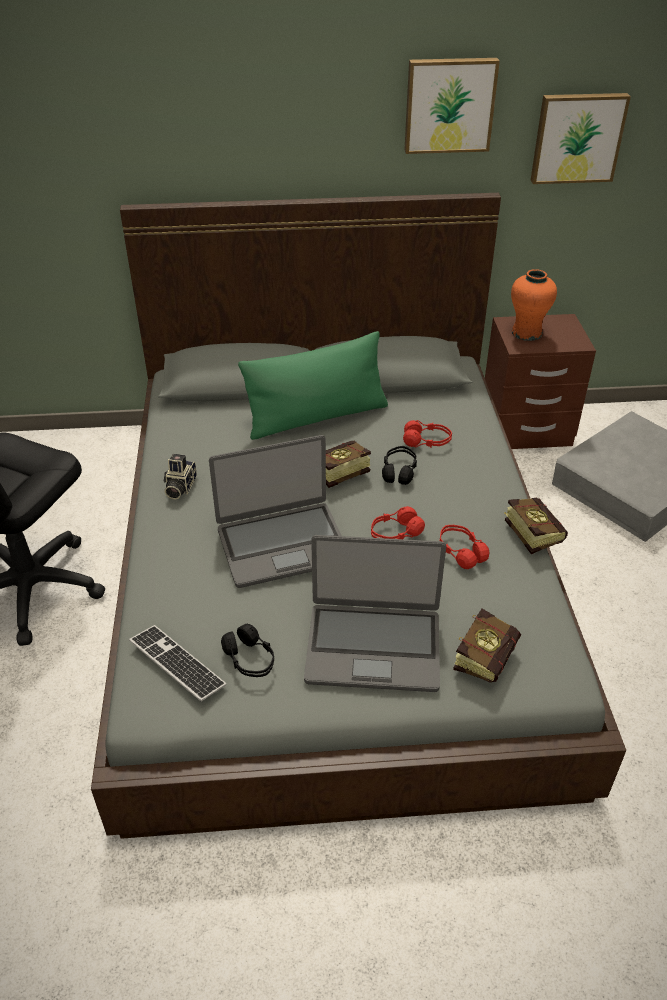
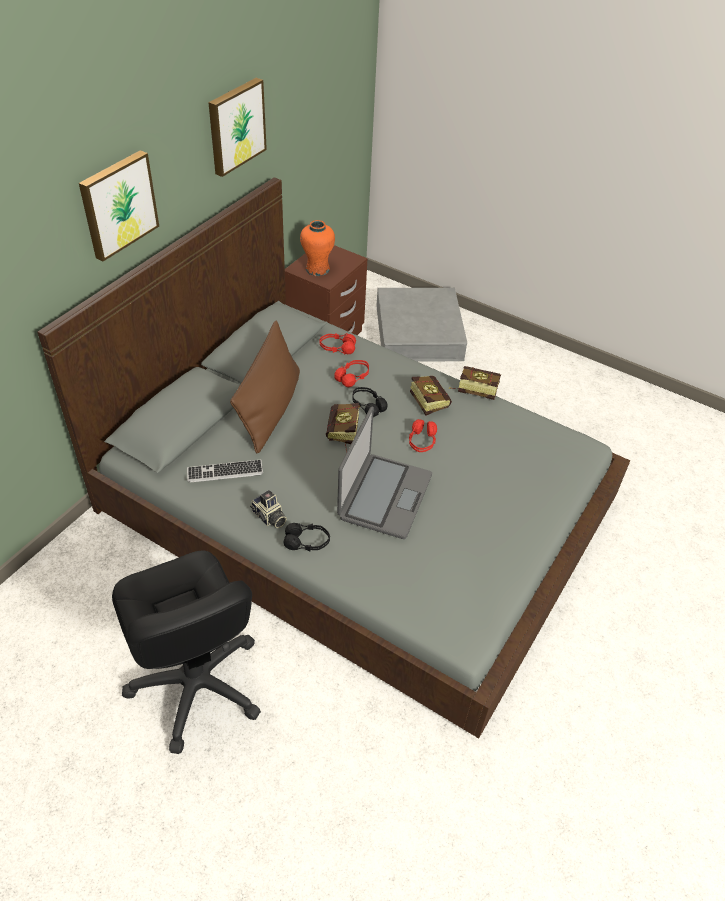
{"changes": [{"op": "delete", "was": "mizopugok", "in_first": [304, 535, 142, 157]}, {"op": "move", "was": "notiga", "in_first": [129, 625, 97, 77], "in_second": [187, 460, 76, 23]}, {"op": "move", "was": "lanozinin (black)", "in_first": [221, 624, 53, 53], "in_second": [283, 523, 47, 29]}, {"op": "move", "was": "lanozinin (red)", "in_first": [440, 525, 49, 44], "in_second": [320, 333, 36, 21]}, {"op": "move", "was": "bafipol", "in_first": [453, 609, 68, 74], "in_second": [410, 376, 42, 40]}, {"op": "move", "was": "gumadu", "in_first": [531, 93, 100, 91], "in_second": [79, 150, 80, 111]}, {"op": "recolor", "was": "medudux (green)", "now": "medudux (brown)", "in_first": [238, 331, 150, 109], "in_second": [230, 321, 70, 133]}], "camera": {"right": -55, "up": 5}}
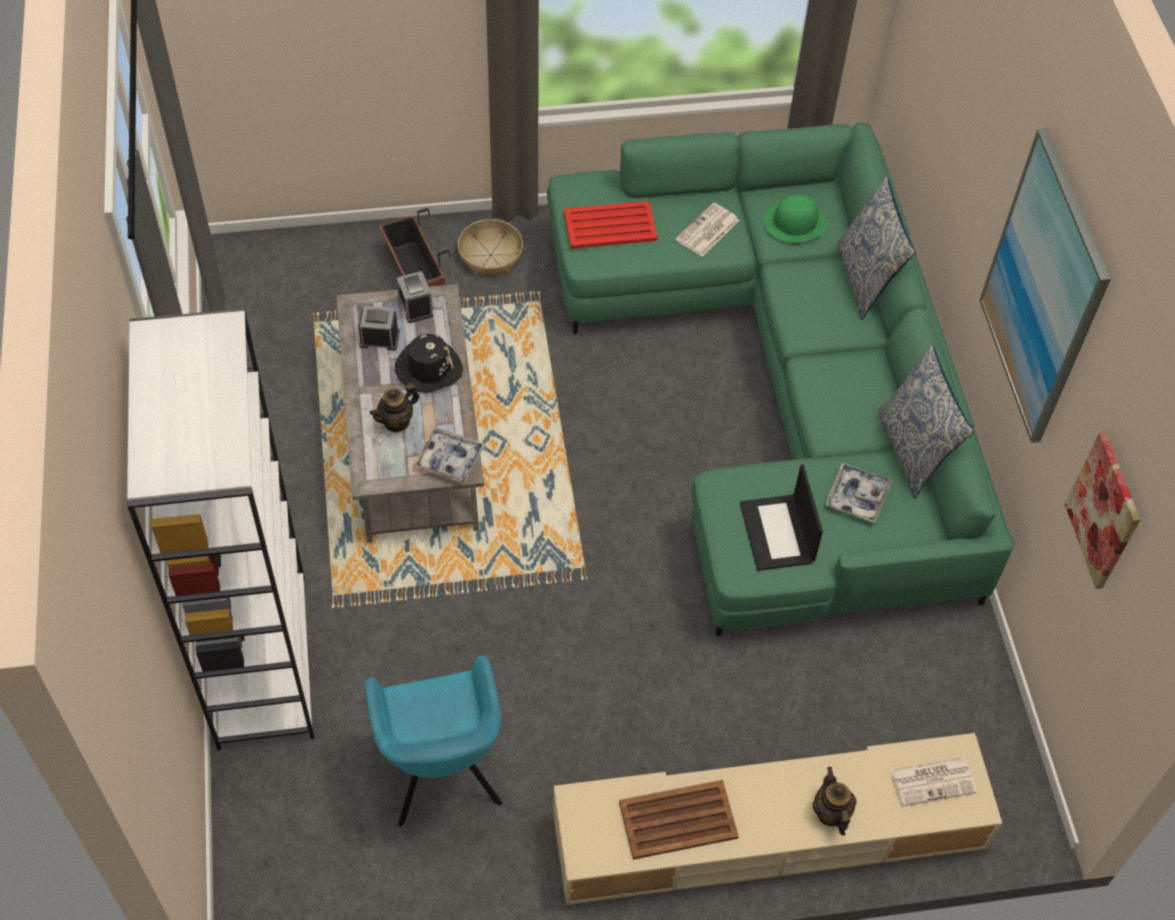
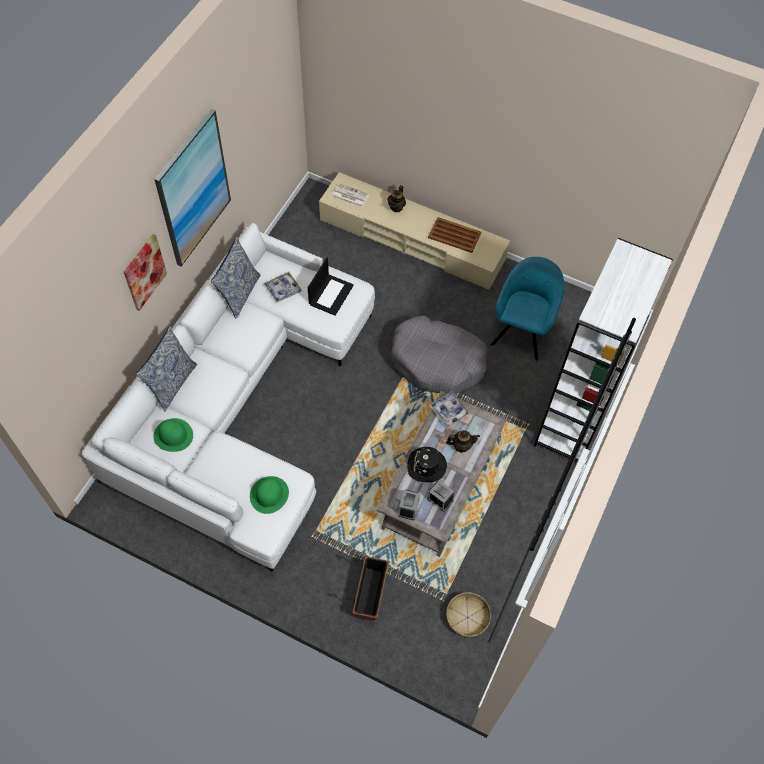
{"changes": [{"op": "delete", "was": "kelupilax", "in_first": [675, 203, 65, 54]}, {"op": "insert", "now": "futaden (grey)", "in_second": [391, 316, 97, 78]}, {"op": "move", "was": "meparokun", "in_first": [458, 219, 65, 57], "in_second": [446, 592, 45, 46]}, {"op": "move", "was": "gumadu", "in_first": [1065, 432, 75, 157], "in_second": [124, 234, 43, 77]}, {"op": "replace", "was": "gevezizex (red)", "now": "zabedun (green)", "in_first": [564, 201, 94, 48], "in_second": [250, 476, 39, 38]}, {"op": "recolor", "was": "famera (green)", "now": "famera (white)", "in_first": [547, 122, 468, 514], "in_second": [82, 223, 293, 349]}], "camera": {"right": -145, "up": 5}}
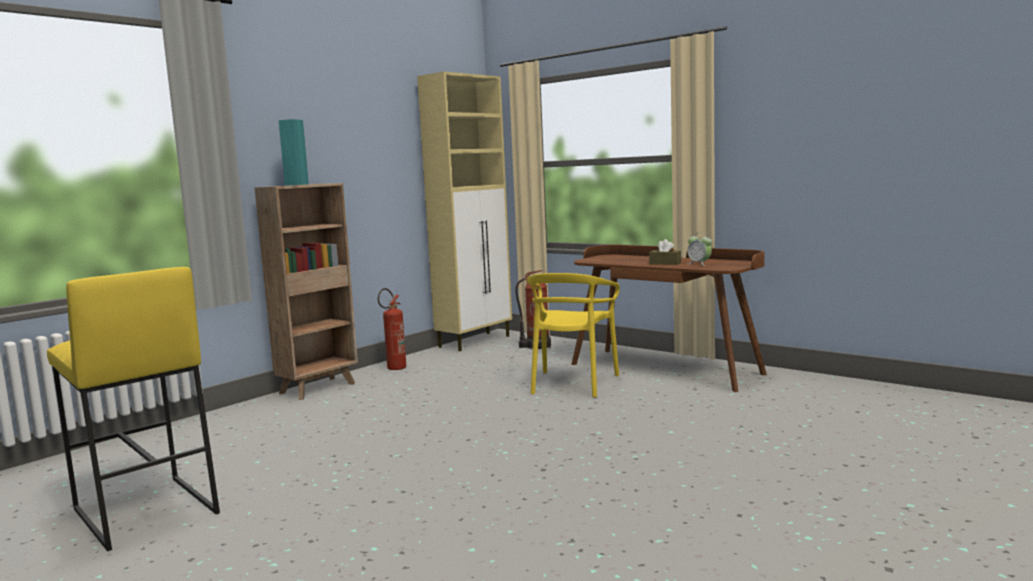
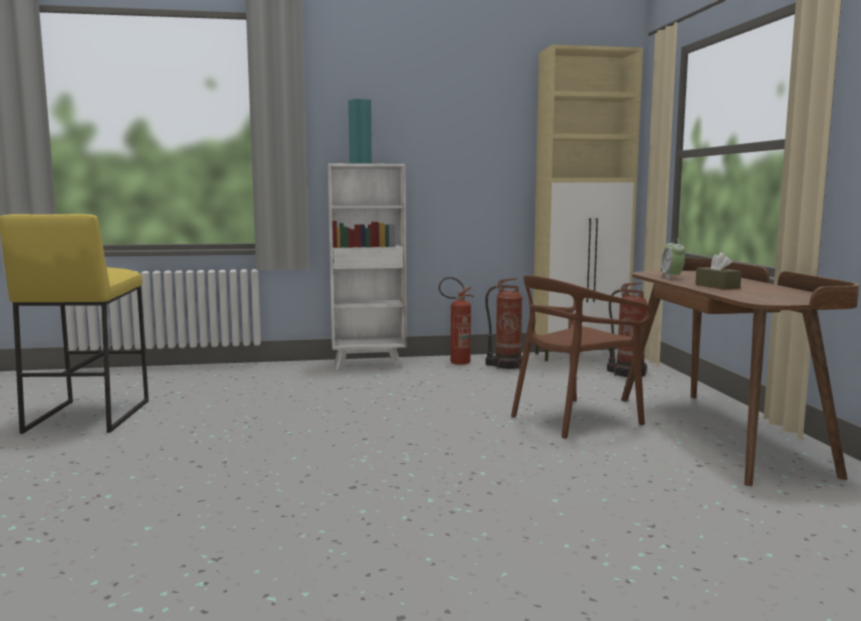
{"changes": [{"op": "insert", "now": "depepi", "in_second": [485, 278, 38, 92]}, {"op": "move", "was": "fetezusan", "in_first": [687, 232, 25, 34], "in_second": [660, 238, 25, 41]}, {"op": "recolor", "was": "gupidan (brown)", "now": "gupidan (white)", "in_first": [254, 183, 104, 217], "in_second": [328, 163, 78, 207]}, {"op": "recolor", "was": "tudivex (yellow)", "now": "tudivex (brown)", "in_first": [527, 273, 93, 125], "in_second": [511, 275, 142, 164]}], "camera": {"right": 40, "up": 0}}
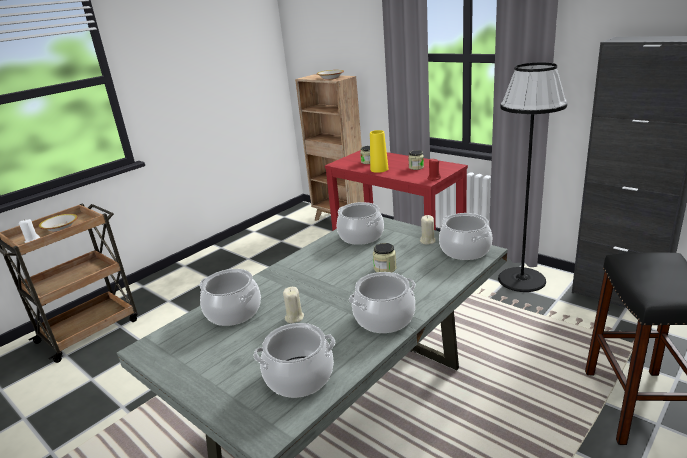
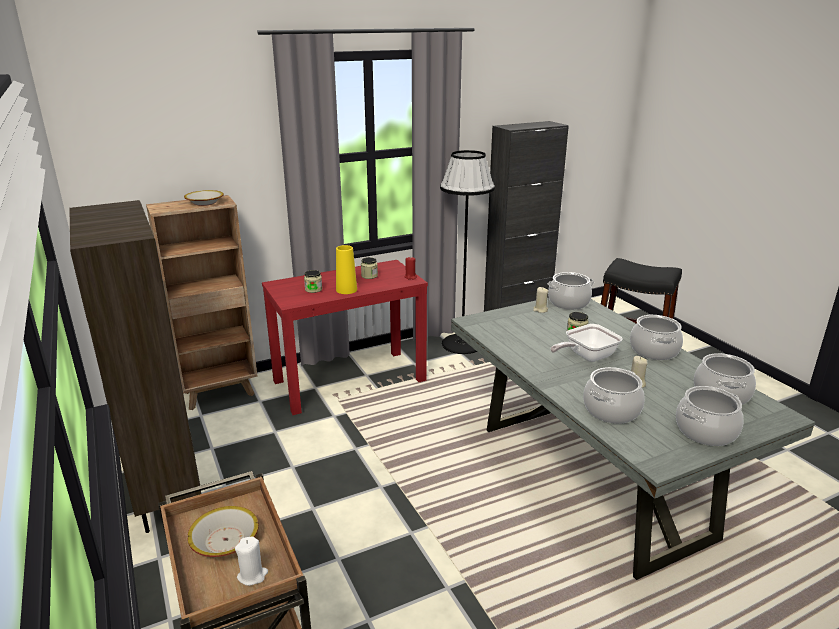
{"changes": [{"op": "insert", "now": "gupidan (brown)", "in_second": [69, 200, 132, 333]}, {"op": "insert", "now": "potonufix", "in_second": [550, 324, 72, 38]}, {"op": "move", "was": "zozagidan", "in_first": [337, 202, 47, 43], "in_second": [676, 386, 67, 60]}], "camera": {"right": -70, "up": 0}}
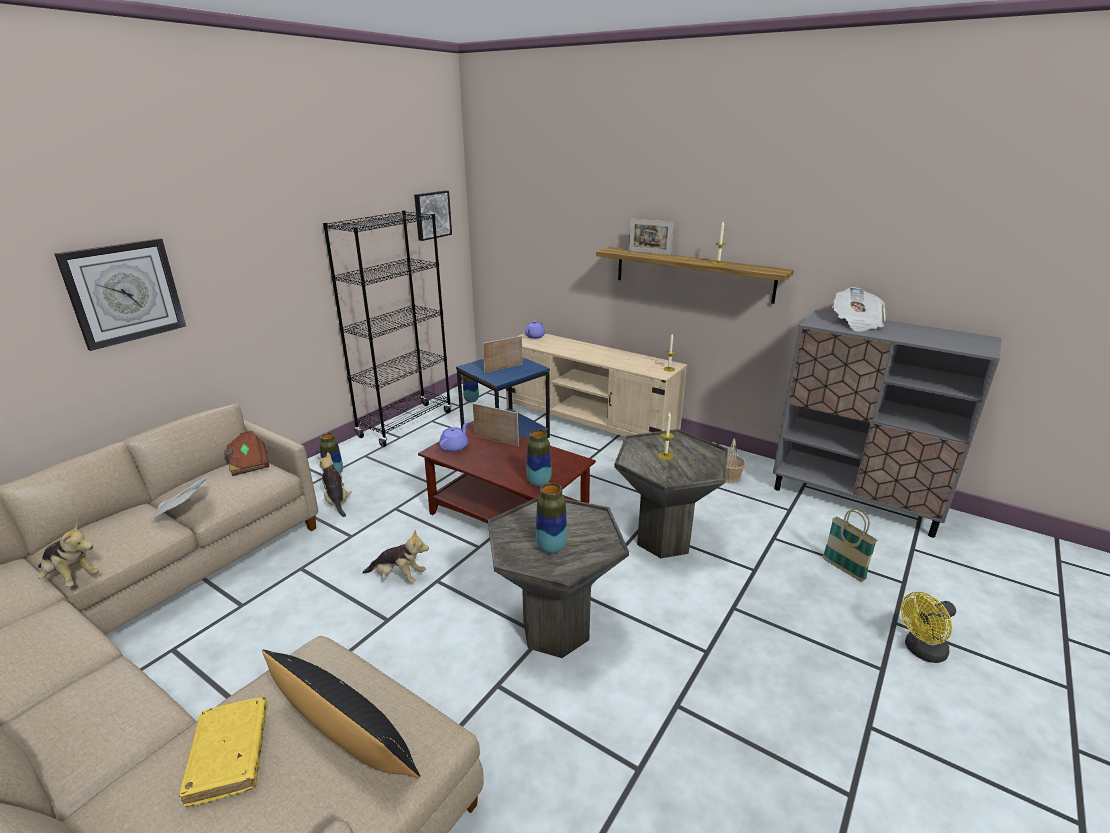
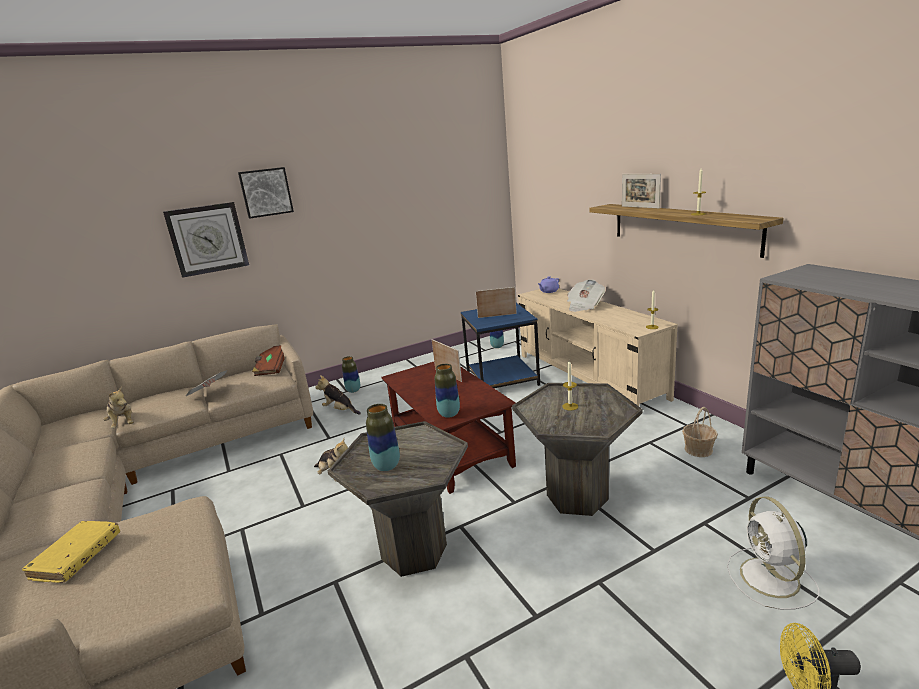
{"changes": [{"op": "delete", "was": "medudux (black)", "in_first": [262, 650, 158, 128]}, {"op": "delete", "was": "gupidan (black)", "in_first": [323, 210, 129, 237]}, {"op": "delete", "was": "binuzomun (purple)", "in_first": [439, 422, 29, 30]}, {"op": "move", "was": "gumadu", "in_first": [414, 191, 38, 50], "in_second": [238, 167, 56, 52]}, {"op": "move", "was": "kelupilax", "in_first": [832, 287, 53, 45], "in_second": [567, 279, 38, 33]}, {"op": "replace", "was": "meparokun", "now": "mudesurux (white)", "in_first": [823, 508, 55, 74], "in_second": [727, 496, 92, 114]}, {"op": "rotate", "was": "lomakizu", "in_first": [318, 452, 34, 65], "in_second": [315, 375, 46, 39], "clockwise": -60}], "camera": {"right": 30, "up": -5}}
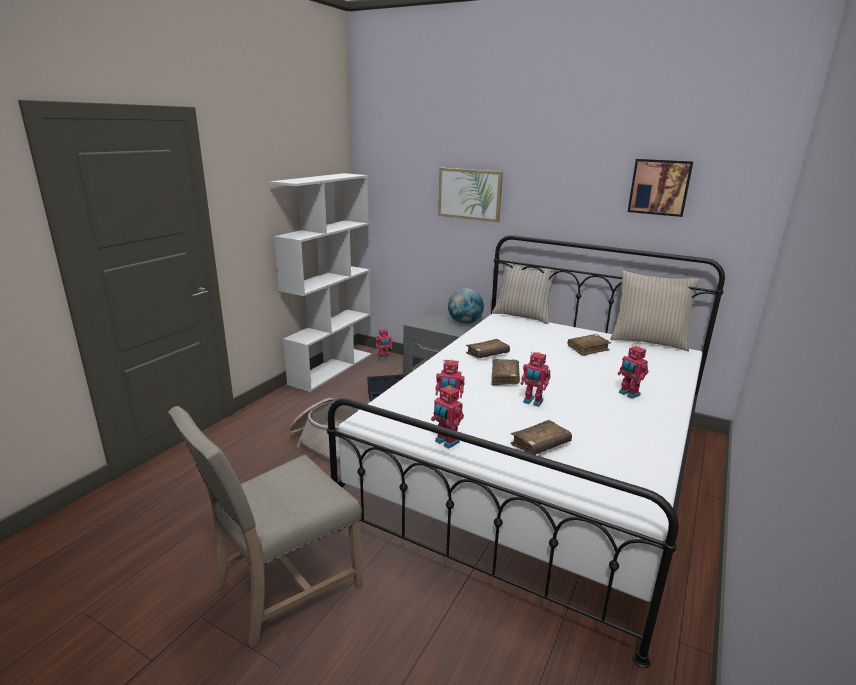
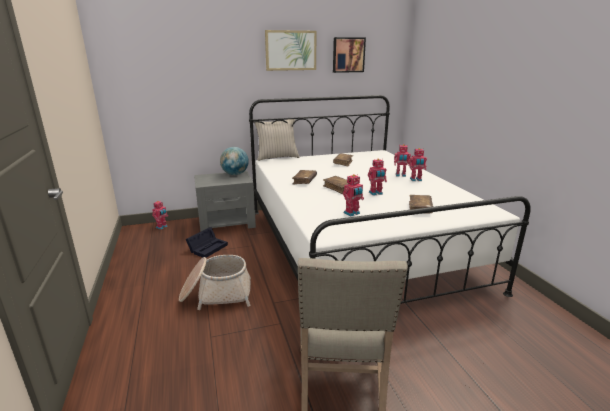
{"changes": [{"op": "delete", "was": "gupidan (white)", "in_first": [269, 173, 102, 219]}, {"op": "delete", "was": "medudux (beige)", "in_first": [610, 270, 91, 81]}, {"op": "move", "was": "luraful", "in_first": [431, 385, 33, 64], "in_second": [409, 148, 18, 33]}, {"op": "move", "was": "gumadu", "in_first": [438, 168, 65, 54], "in_second": [265, 30, 52, 41]}], "camera": {"right": -45, "up": 0}}
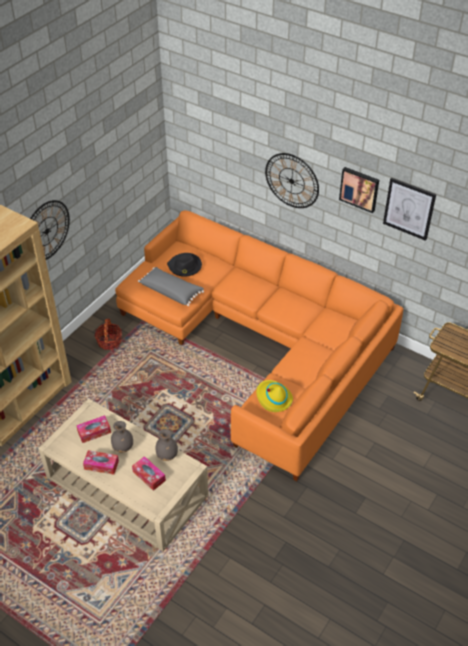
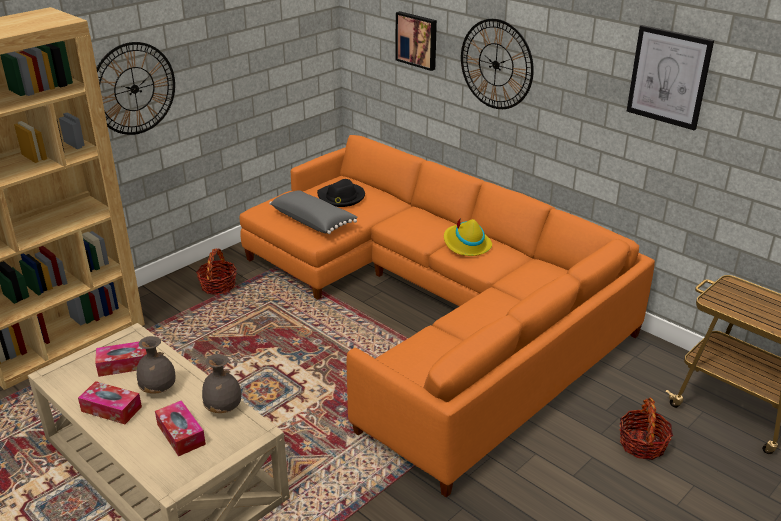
{"changes": [{"op": "insert", "now": "meparokun", "in_second": [620, 398, 53, 62]}, {"op": "move", "was": "zabedun (yellow)", "in_first": [256, 380, 37, 32], "in_second": [444, 219, 48, 37]}, {"op": "move", "was": "gumadu", "in_first": [339, 167, 40, 46], "in_second": [396, 11, 41, 60]}], "camera": {"right": 10, "up": -15}}
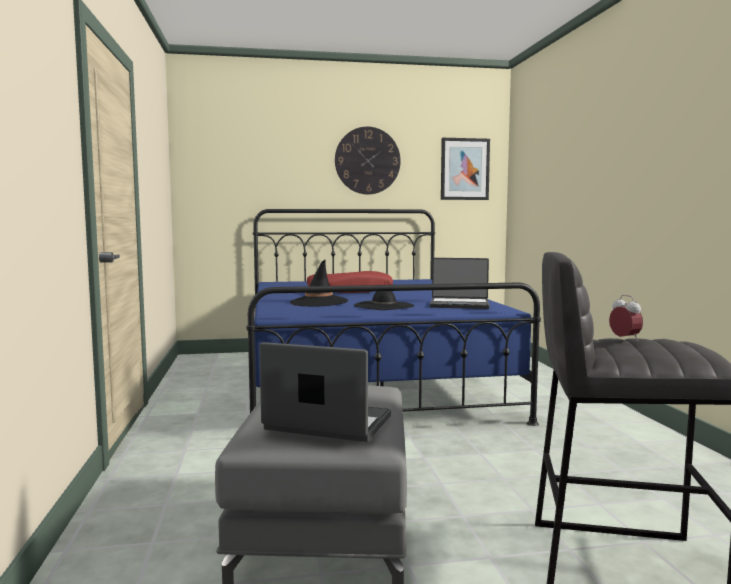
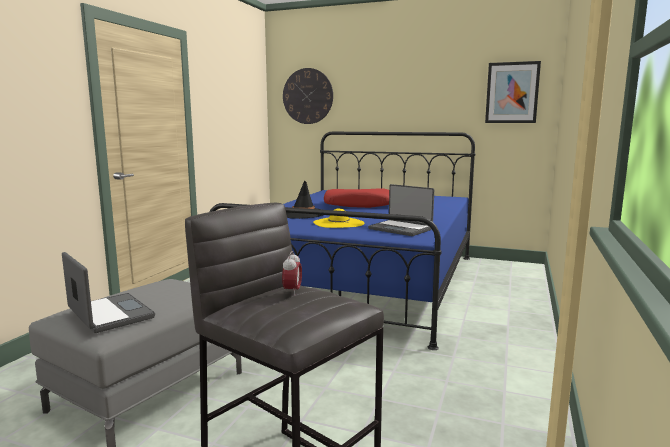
{"changes": [{"op": "move", "was": "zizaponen", "in_first": [335, 127, 66, 67], "in_second": [283, 68, 50, 56]}, {"op": "recolor", "was": "zabedun (black)", "now": "zabedun (yellow)", "in_first": [354, 291, 60, 19], "in_second": [313, 208, 51, 20]}], "camera": {"right": 30, "up": 5}}
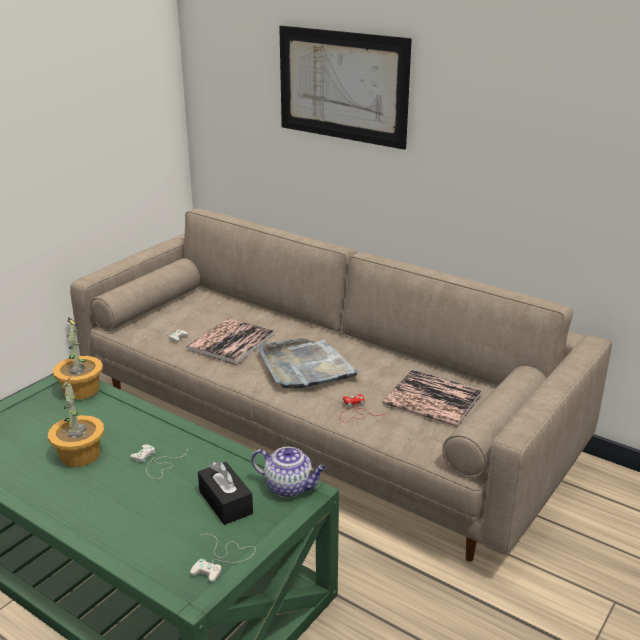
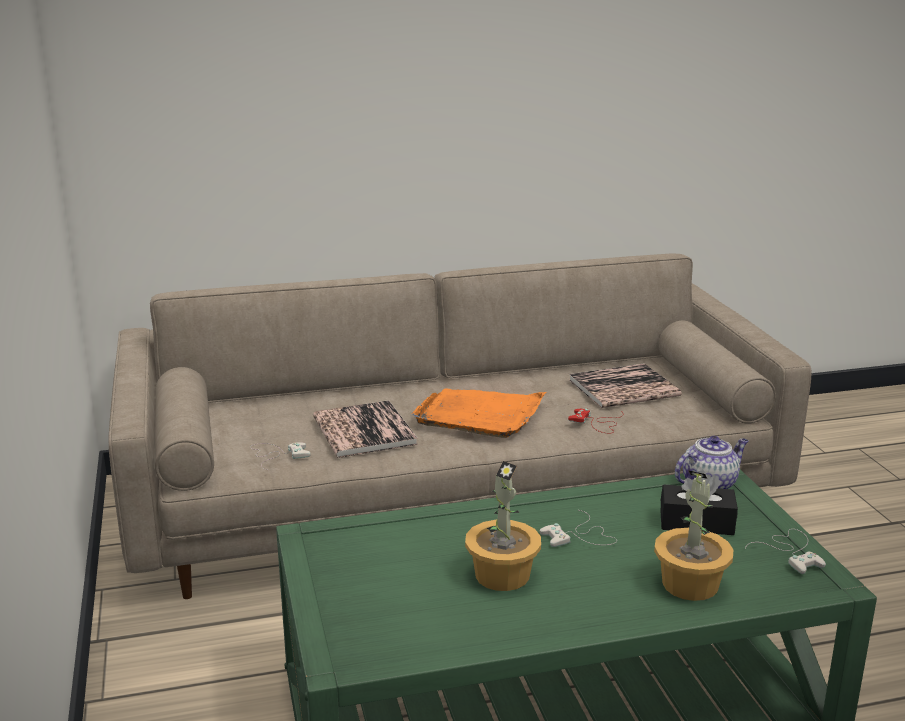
{"changes": [{"op": "delete", "was": "gumadu", "in_first": [279, 26, 133, 124]}, {"op": "move", "was": "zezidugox", "in_first": [53, 317, 50, 83], "in_second": [654, 470, 79, 131]}, {"op": "recolor", "was": "gevezizex (grey)", "now": "gevezizex (orange)", "in_first": [258, 338, 102, 51], "in_second": [412, 388, 134, 50]}], "camera": {"right": -50, "up": -5}}
